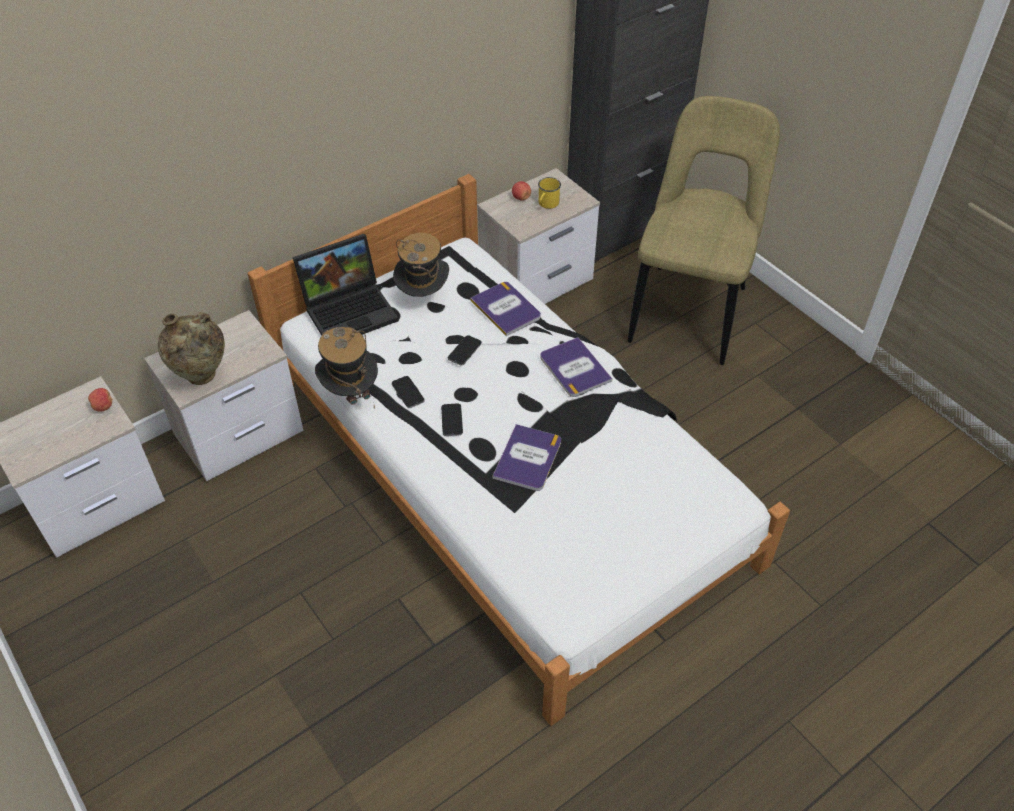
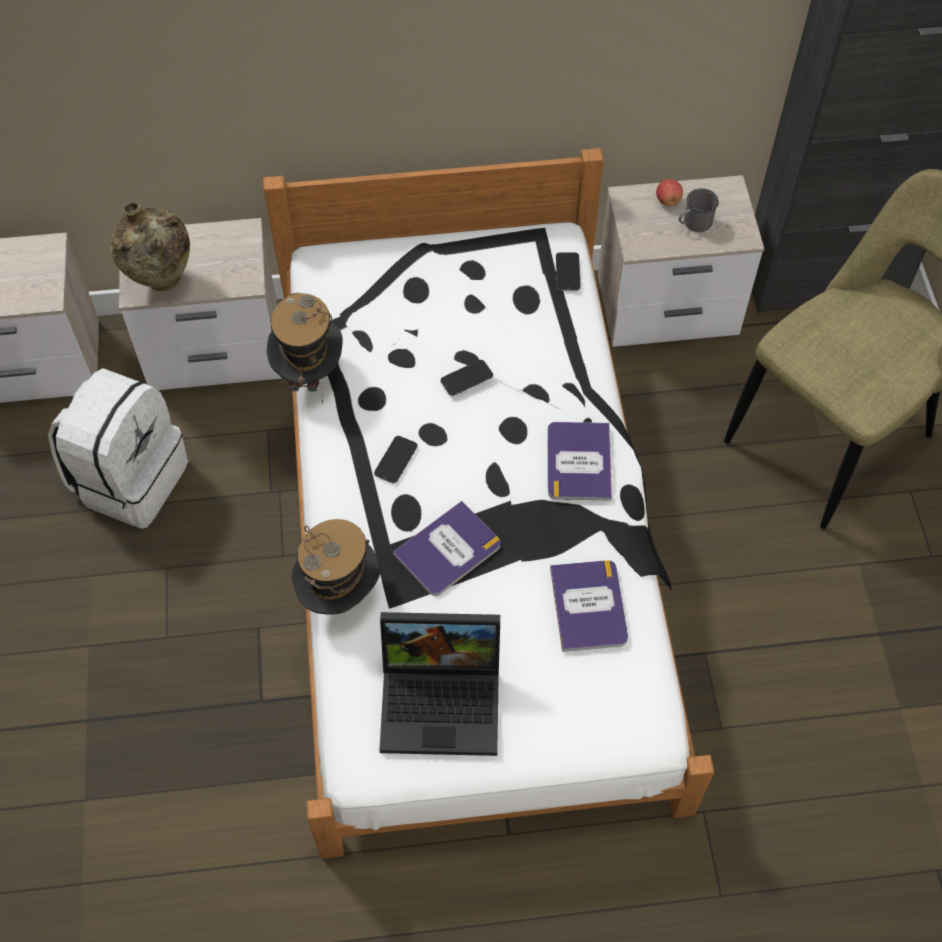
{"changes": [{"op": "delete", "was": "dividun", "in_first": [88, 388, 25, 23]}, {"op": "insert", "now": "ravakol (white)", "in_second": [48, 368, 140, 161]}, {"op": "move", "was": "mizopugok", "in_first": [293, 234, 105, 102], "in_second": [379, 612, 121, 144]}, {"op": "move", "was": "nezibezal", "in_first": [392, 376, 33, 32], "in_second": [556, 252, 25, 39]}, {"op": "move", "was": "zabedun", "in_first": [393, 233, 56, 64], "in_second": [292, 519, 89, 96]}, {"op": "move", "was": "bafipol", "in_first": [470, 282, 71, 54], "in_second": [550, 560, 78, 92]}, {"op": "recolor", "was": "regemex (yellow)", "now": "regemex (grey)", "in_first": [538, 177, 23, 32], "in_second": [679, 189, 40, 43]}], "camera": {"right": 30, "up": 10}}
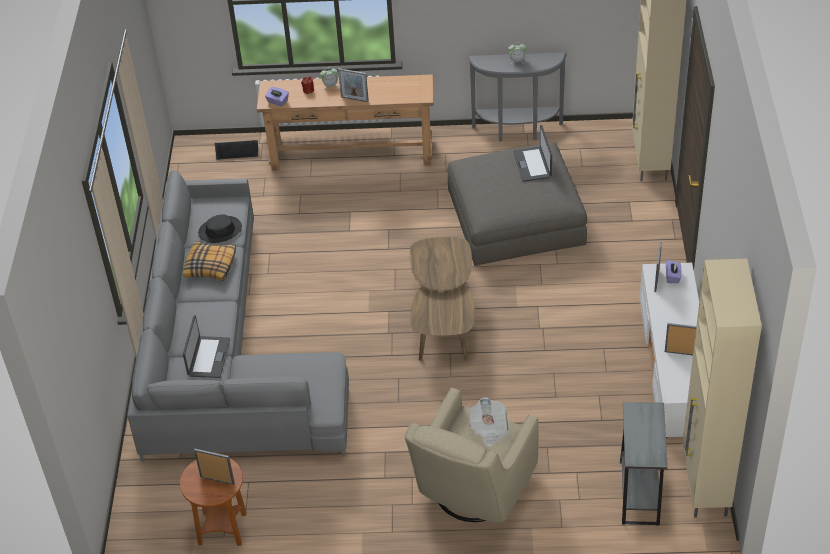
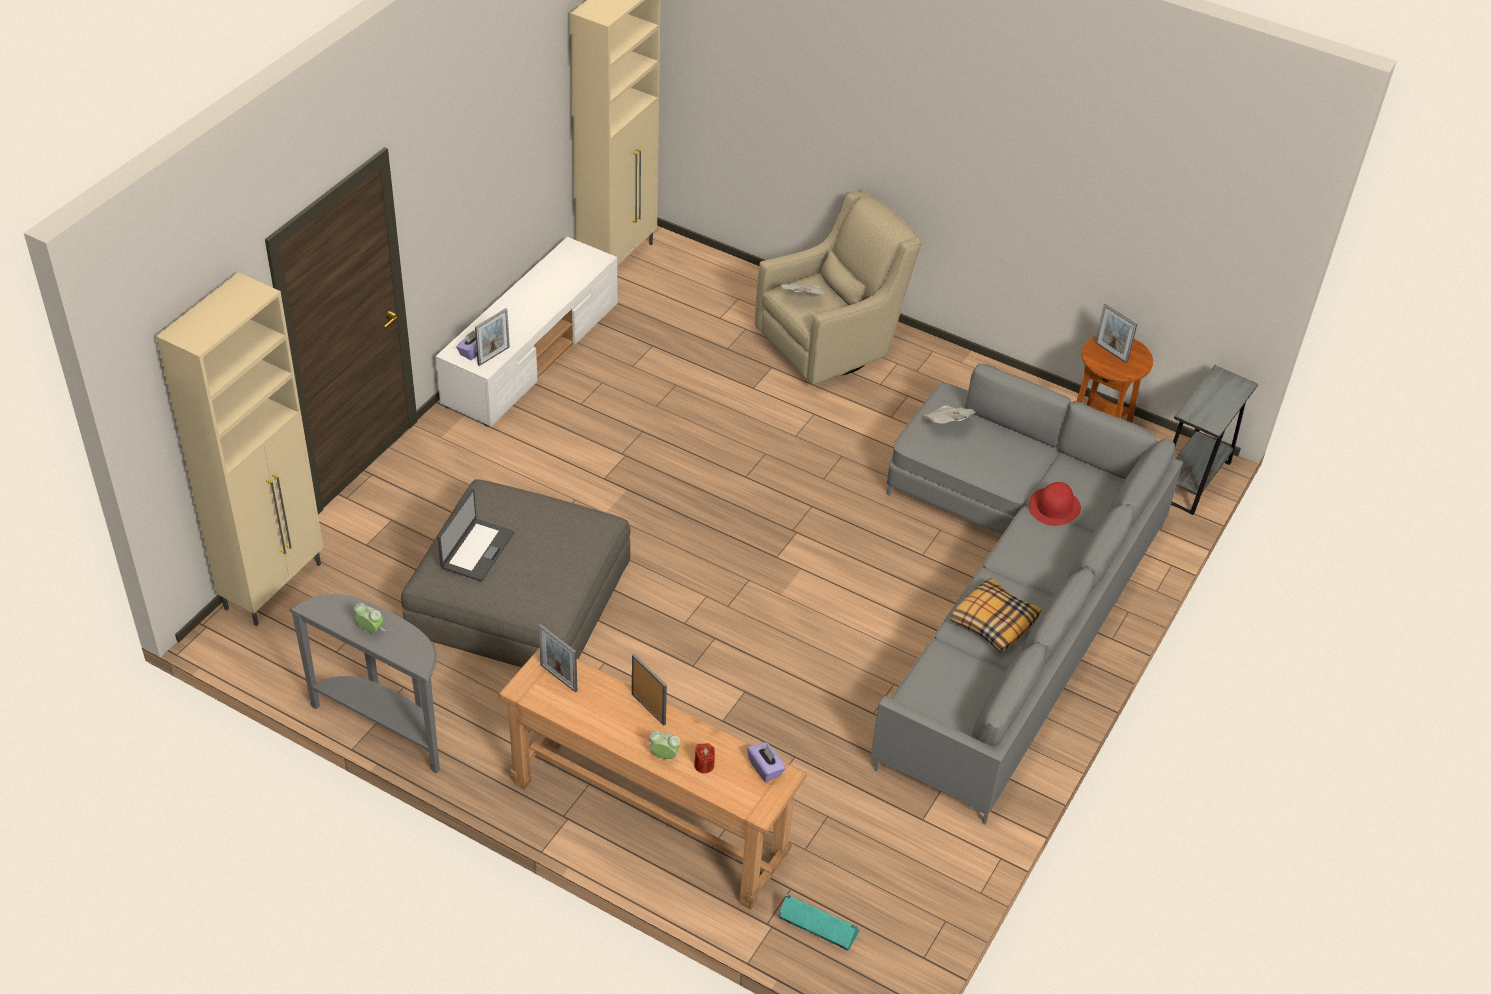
{"changes": [{"op": "delete", "was": "zabedun (black)", "in_first": [198, 214, 44, 29]}, {"op": "delete", "was": "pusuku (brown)", "in_first": [410, 237, 65, 124]}, {"op": "insert", "now": "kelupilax", "in_second": [924, 405, 52, 19]}, {"op": "move", "was": "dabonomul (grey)", "in_first": [620, 402, 48, 123], "in_second": [1171, 365, 87, 150]}, {"op": "move", "was": "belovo", "in_first": [665, 323, 31, 32], "in_second": [538, 624, 39, 69]}, {"op": "replace", "was": "mizopugok", "now": "zabedun (red)", "in_first": [183, 315, 47, 63], "in_second": [1029, 482, 52, 44]}, {"op": "recolor", "was": "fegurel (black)", "now": "fegurel (turquoise)", "in_first": [214, 140, 44, 20], "in_second": [778, 894, 82, 57]}], "camera": {"right": -155, "up": 0}}
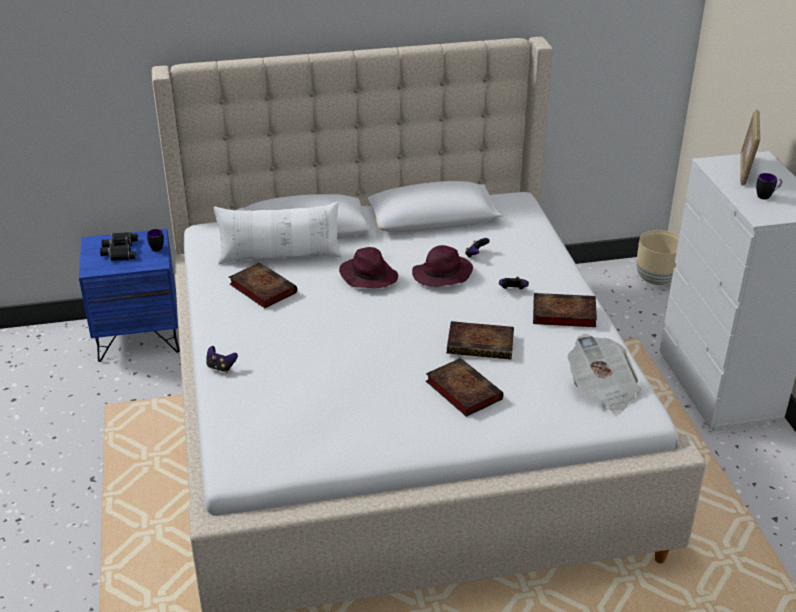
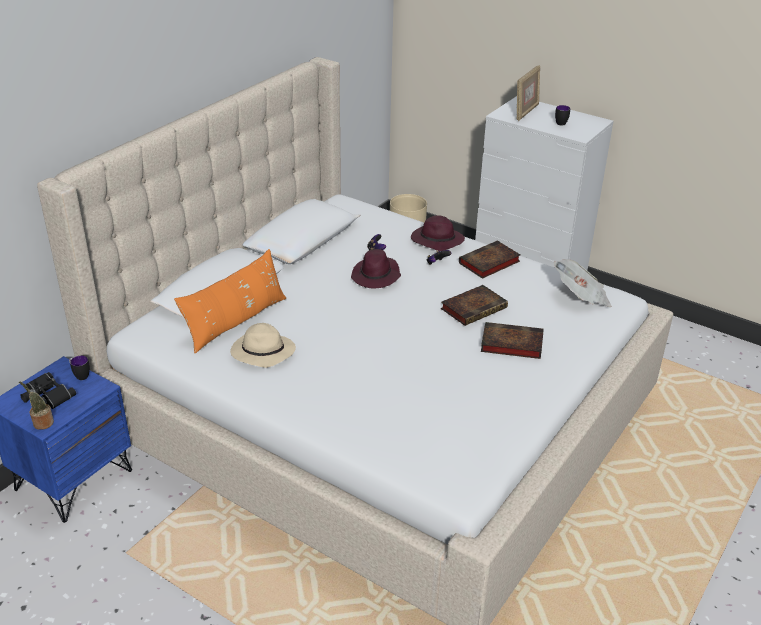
{"changes": [{"op": "delete", "was": "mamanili", "in_first": [206, 346, 32, 27]}, {"op": "insert", "now": "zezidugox", "in_second": [19, 381, 35, 49]}, {"op": "move", "was": "zabedun (purple)", "in_first": [339, 247, 59, 41], "in_second": [411, 215, 54, 36]}, {"op": "replace", "was": "bafipol", "now": "zabedun (beige)", "in_first": [229, 262, 68, 46], "in_second": [230, 323, 66, 45]}, {"op": "recolor", "was": "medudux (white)", "now": "medudux (orange)", "in_first": [214, 201, 128, 63], "in_second": [174, 249, 112, 104]}, {"op": "rotate", "was": "belovo", "in_first": [740, 109, 20, 77], "in_second": [516, 65, 24, 56], "clockwise": -120}], "camera": {"right": -45, "up": 0}}
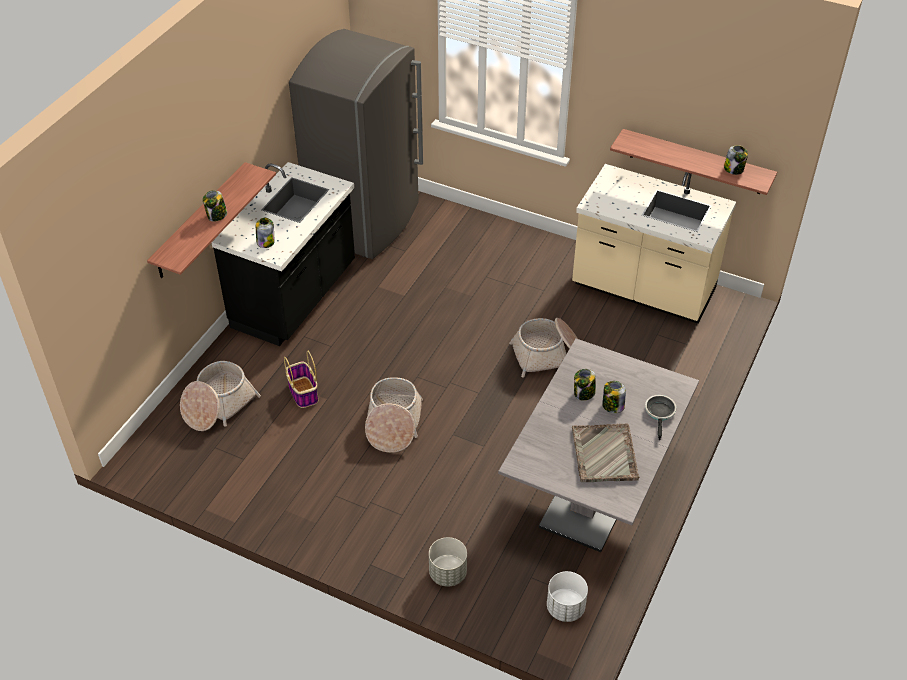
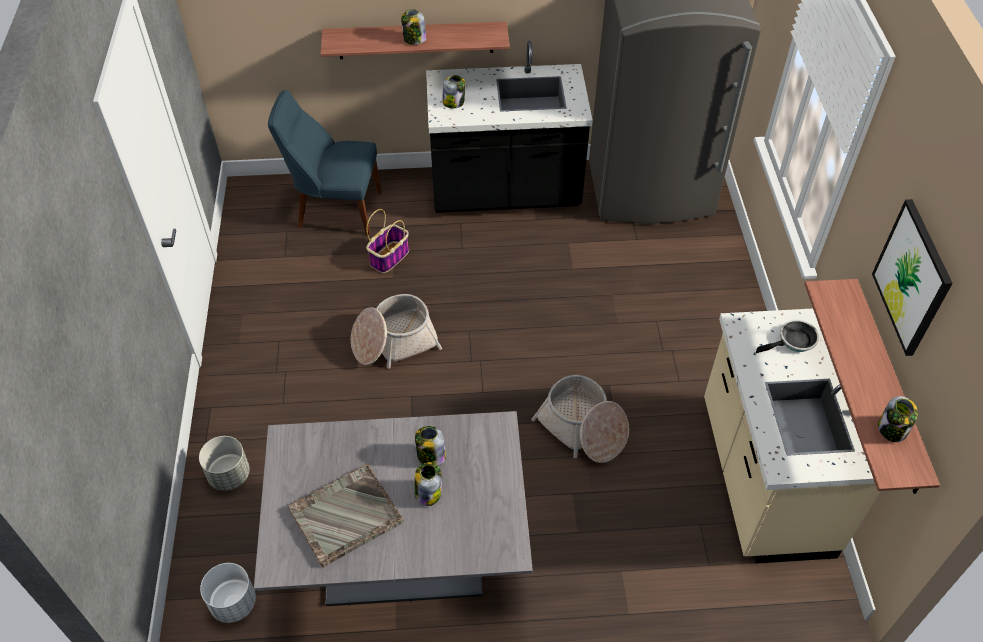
{"changes": [{"op": "insert", "now": "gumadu", "in_second": [872, 199, 81, 157]}, {"op": "move", "was": "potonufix", "in_first": [645, 395, 32, 45], "in_second": [756, 320, 63, 33]}, {"op": "replace", "was": "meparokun", "now": "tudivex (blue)", "in_first": [180, 361, 81, 70], "in_second": [268, 90, 114, 145]}], "camera": {"right": 60, "up": 5}}
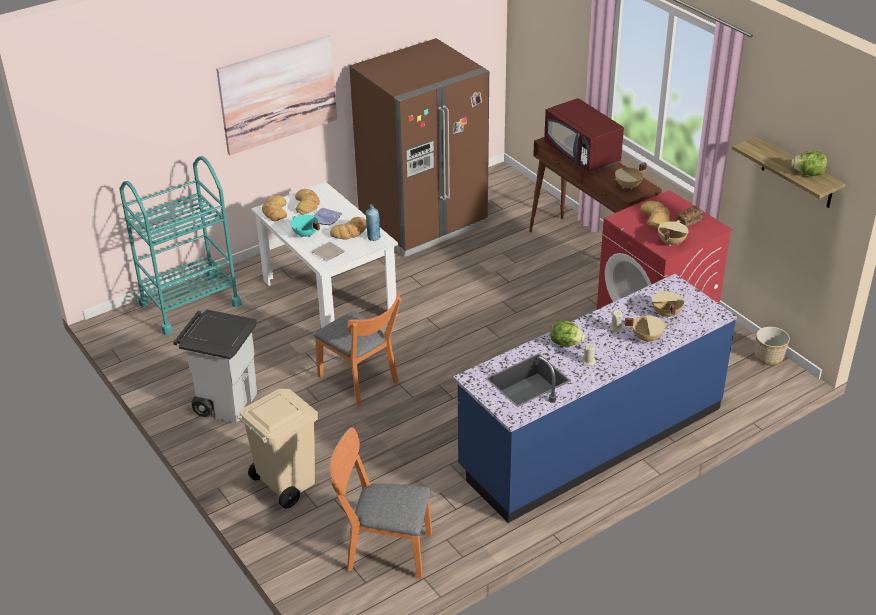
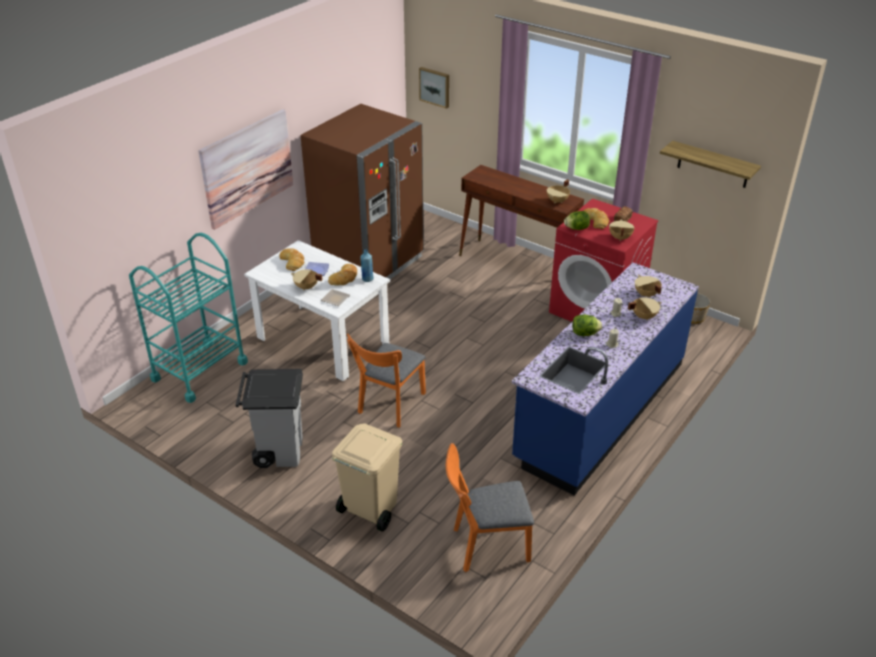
{"changes": [{"op": "delete", "was": "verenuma", "in_first": [262, 195, 25, 26]}, {"op": "delete", "was": "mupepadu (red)", "in_first": [544, 98, 80, 74]}, {"op": "insert", "now": "gumadu", "in_second": [419, 67, 30, 42]}, {"op": "move", "was": "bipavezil", "in_first": [791, 151, 36, 25], "in_second": [564, 211, 26, 19]}, {"op": "recolor", "was": "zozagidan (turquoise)", "now": "zozagidan (beige)", "in_first": [290, 215, 30, 23], "in_second": [291, 269, 32, 21]}, {"op": "rotate", "was": "tudivex (orange)", "in_first": [314, 292, 88, 115], "in_second": [347, 334, 79, 93], "clockwise": 90}], "camera": {"right": -20, "up": 0}}
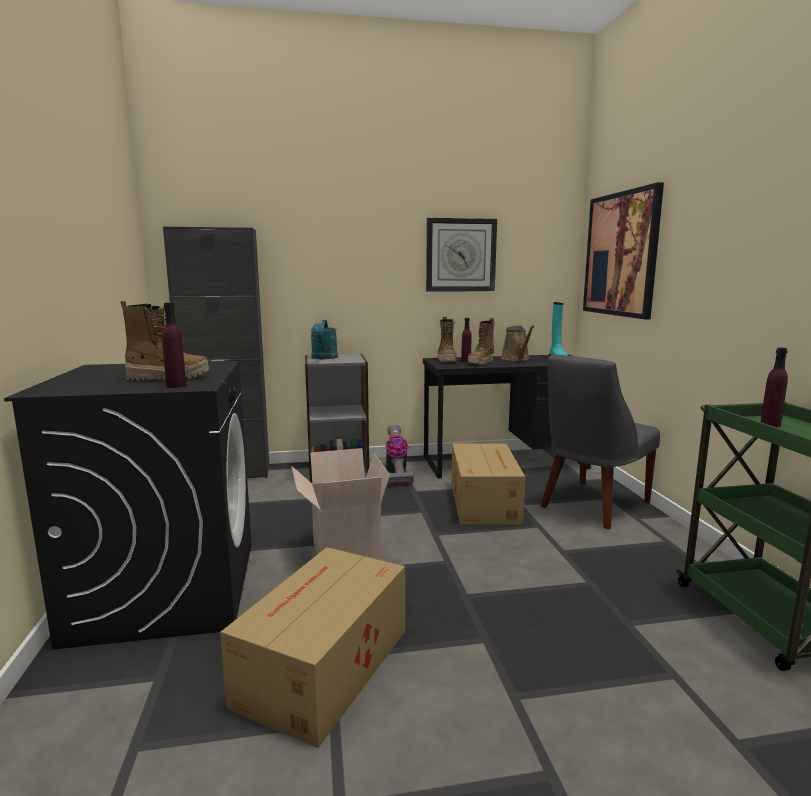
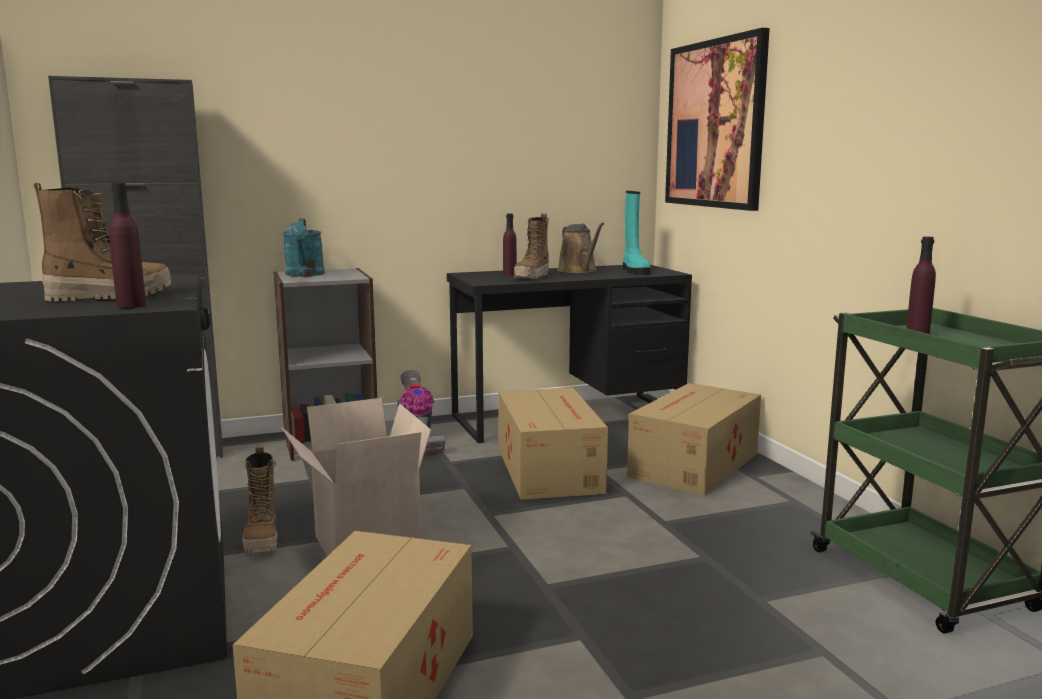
{"changes": [{"op": "delete", "was": "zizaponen", "in_first": [426, 218, 71, 74]}, {"op": "move", "was": "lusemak", "in_first": [437, 317, 20, 45], "in_second": [242, 447, 35, 107]}, {"op": "replace", "was": "tudivex (grey)", "now": "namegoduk", "in_first": [540, 355, 120, 174], "in_second": [627, 383, 134, 113]}], "camera": {"right": -10, "up": 0}}
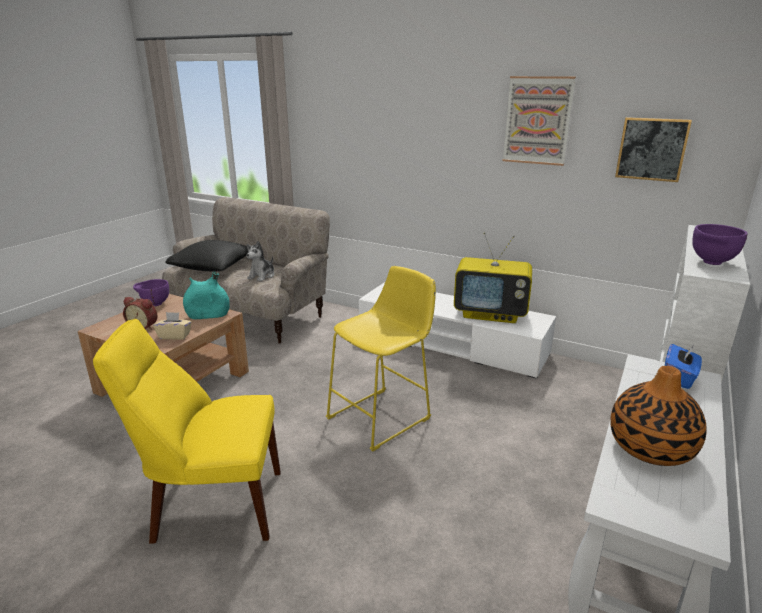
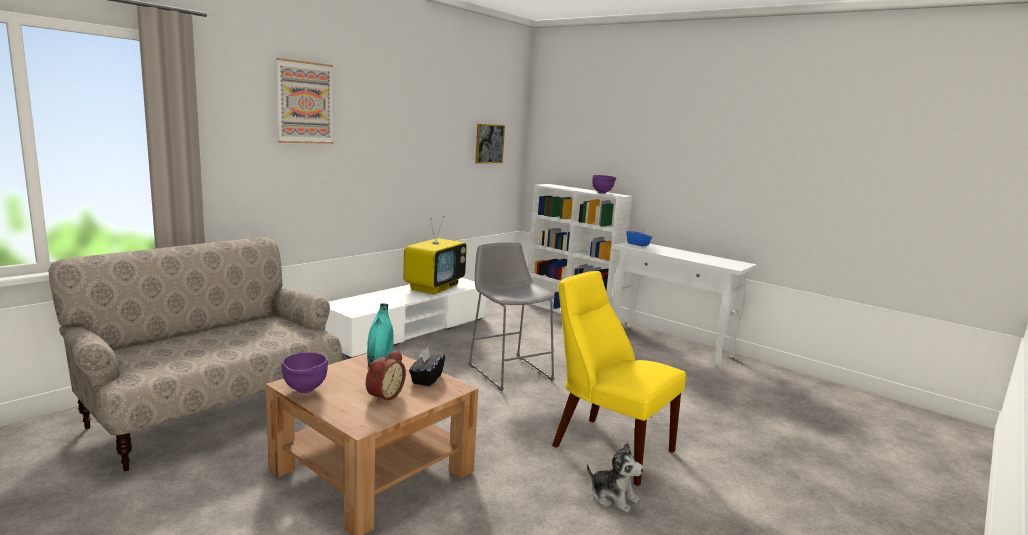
{"changes": [{"op": "delete", "was": "medudux (black)", "in_first": [165, 240, 83, 32]}, {"op": "delete", "was": "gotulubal", "in_first": [610, 366, 97, 100]}, {"op": "move", "was": "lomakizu", "in_first": [246, 241, 29, 40], "in_second": [587, 442, 57, 71]}, {"op": "move", "was": "gumadu", "in_first": [503, 76, 73, 90], "in_second": [276, 58, 57, 86]}, {"op": "recolor", "was": "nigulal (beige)", "now": "nigulal (black)", "in_first": [153, 312, 39, 28], "in_second": [409, 347, 36, 39]}, {"op": "recolor", "was": "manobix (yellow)", "now": "manobix (grey)", "in_first": [326, 266, 110, 186], "in_second": [469, 242, 86, 150]}, {"op": "rotate", "was": "tudivex (yellow)", "in_first": [93, 319, 188, 224], "in_second": [552, 271, 134, 215], "clockwise": 120}], "camera": {"right": -80, "up": -10}}
